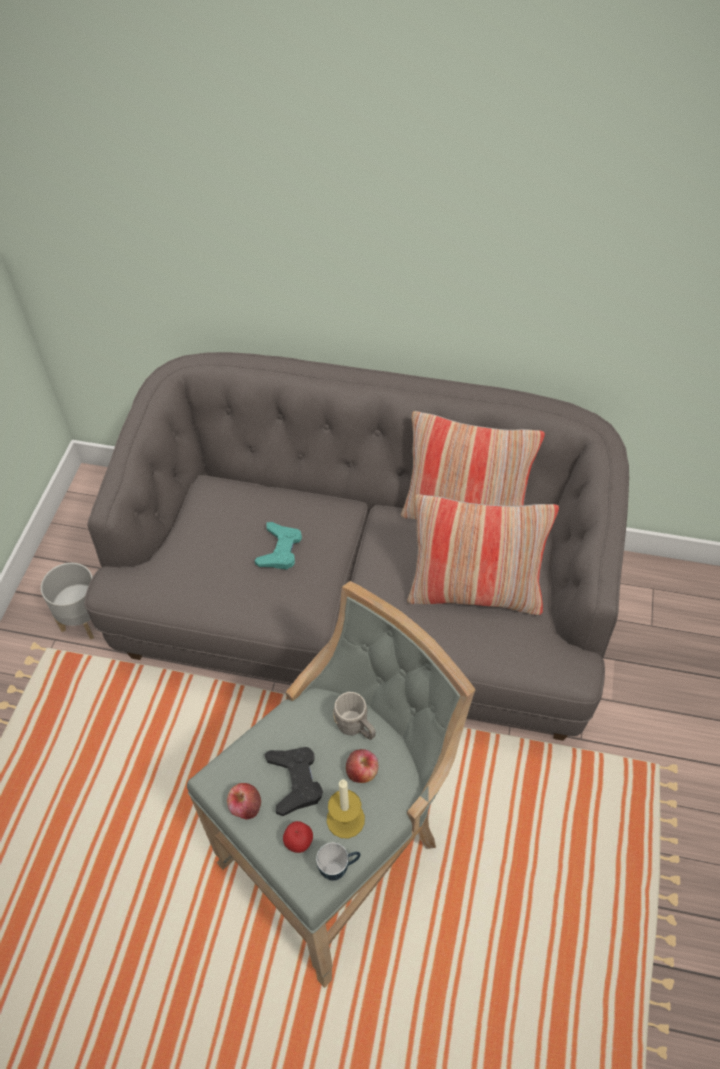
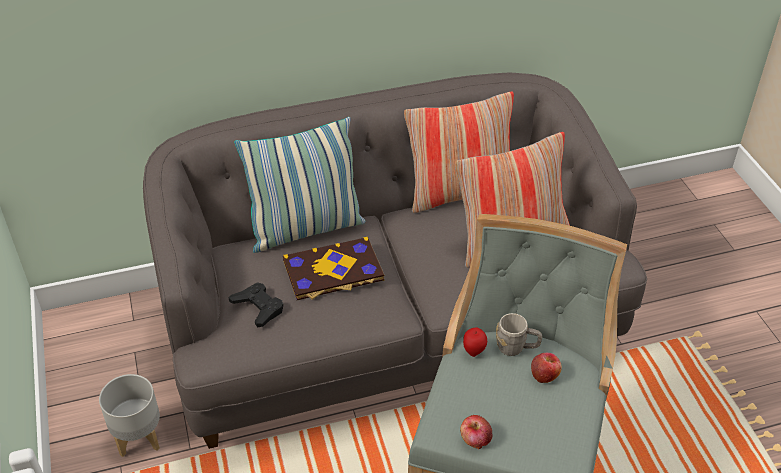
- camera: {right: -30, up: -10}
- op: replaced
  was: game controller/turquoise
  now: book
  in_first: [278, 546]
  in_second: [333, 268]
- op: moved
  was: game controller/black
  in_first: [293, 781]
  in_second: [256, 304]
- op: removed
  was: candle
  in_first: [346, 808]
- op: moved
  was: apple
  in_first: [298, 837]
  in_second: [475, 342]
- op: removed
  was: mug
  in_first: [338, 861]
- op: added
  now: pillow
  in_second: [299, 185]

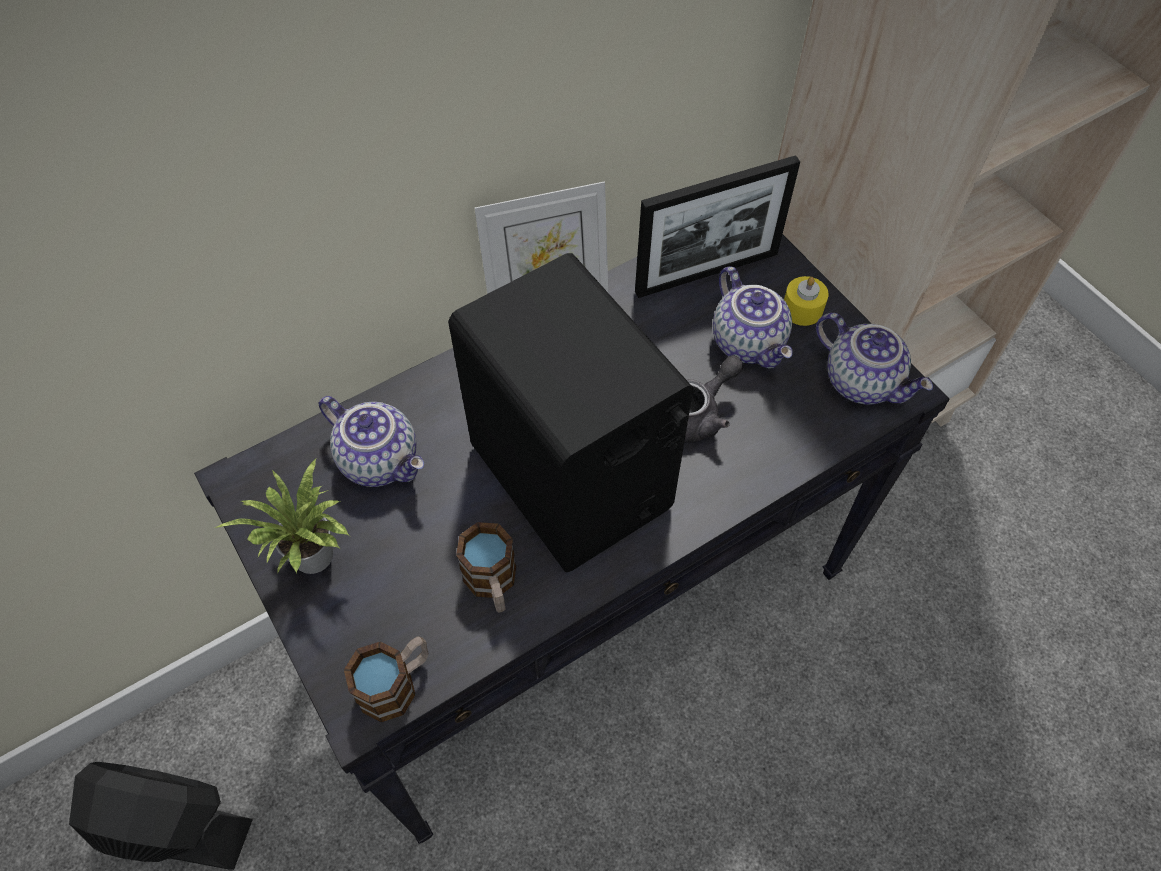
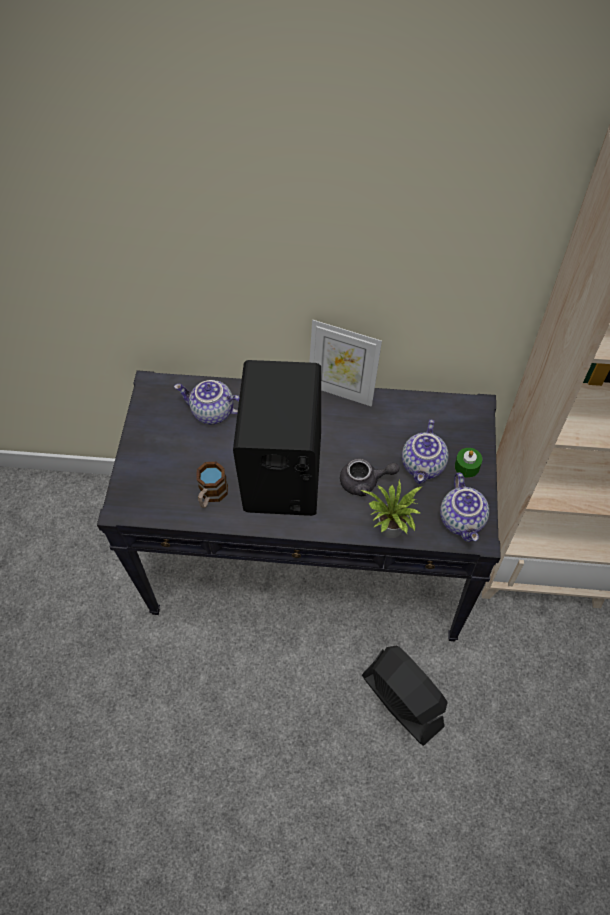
- camera: {right: 40, up: 0}
- op: removed
  was: picture frame
  in_first: [717, 226]
- op: recoloured
  was: candle/yellow
  now: candle/green
  in_first: [806, 301]
  in_second: [468, 463]
- op: turned
  was: teapot
  in_first: [371, 441]
  in_second: [207, 402]
  clockwise: 120
- op: moved
  was: potted plant
  in_first: [282, 516]
  in_second: [391, 508]
- op: removed
  was: mug
  in_first: [386, 679]
- op: moved
  was: fan/black
  in_first: [161, 816]
  in_second: [405, 696]

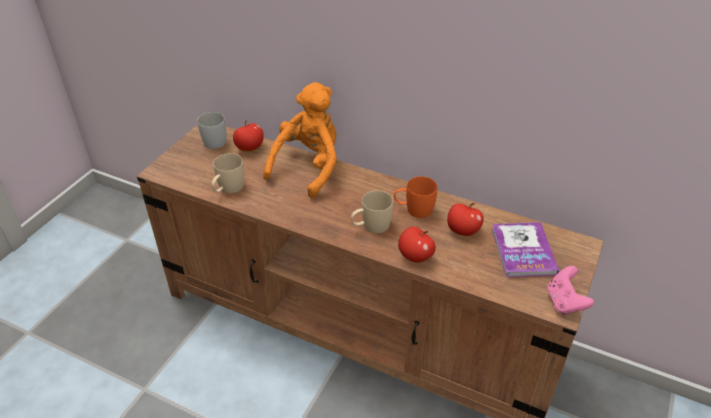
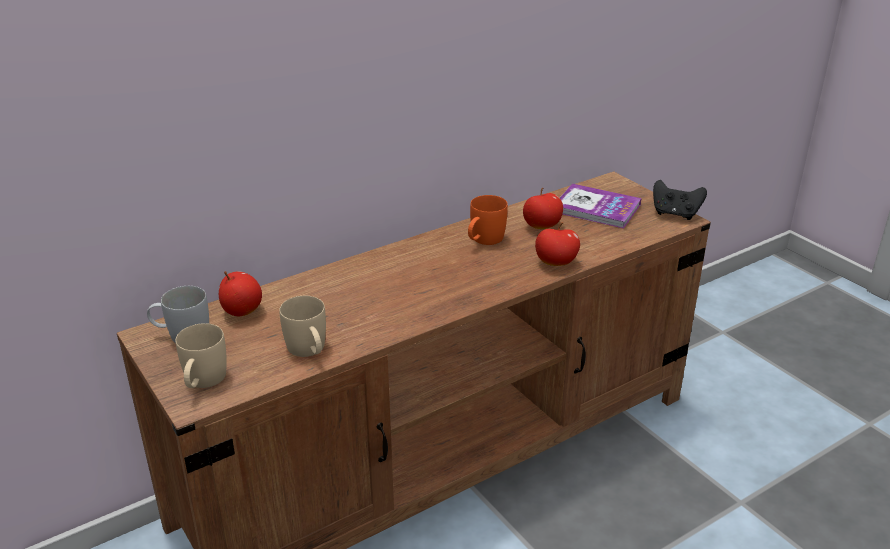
- camera: {right: -60, up: -10}
- op: removed
  was: plush toy/orange
  in_first: [300, 140]
- op: moved
  was: mug/beige
  in_first: [372, 211]
  in_second: [201, 355]
- op: recoloured
  was: game controller/pink
  now: game controller/black
  in_first: [570, 290]
  in_second: [680, 200]

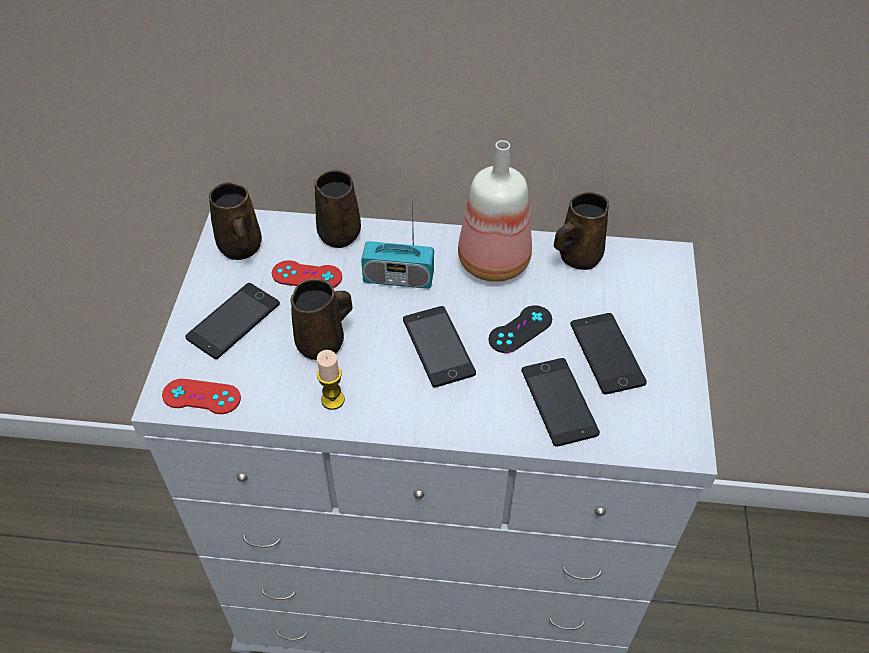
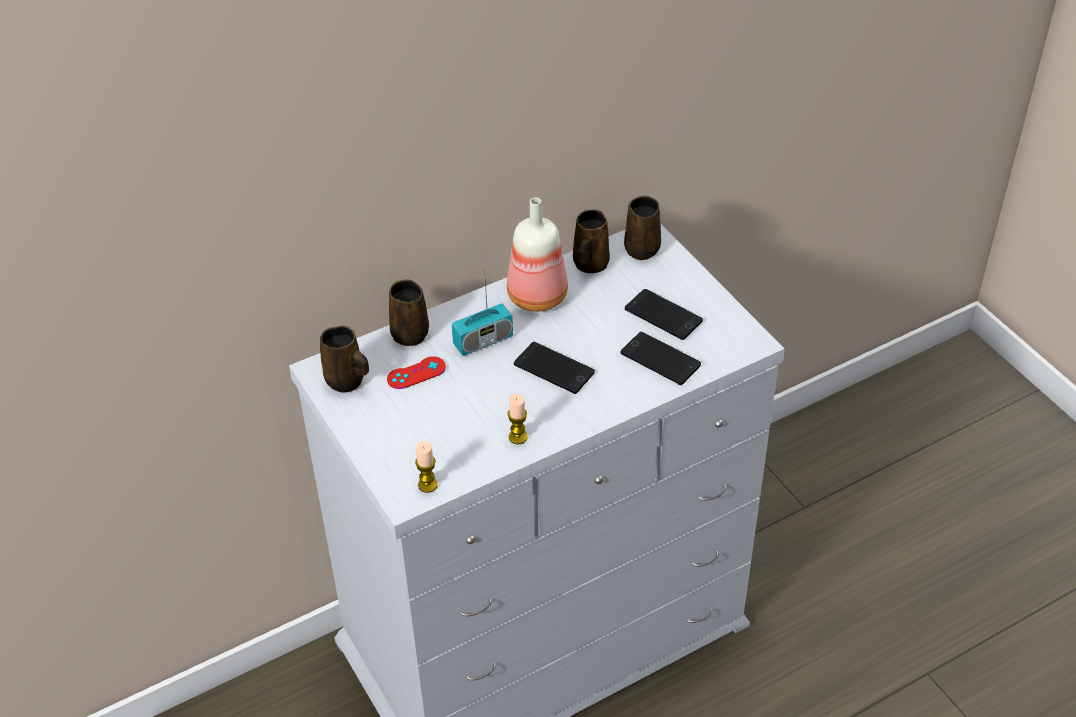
- camera: {right: -35, up: -5}
- op: moved
  was: mug/brown
  in_first: [321, 319]
  in_second: [642, 228]
- op: removed
  was: phone
  in_first: [232, 321]
- op: removed
  was: game controller/black
  in_first: [520, 329]
- op: replaced
  was: game controller/red
  now: candle
  in_first: [201, 396]
  in_second: [426, 467]

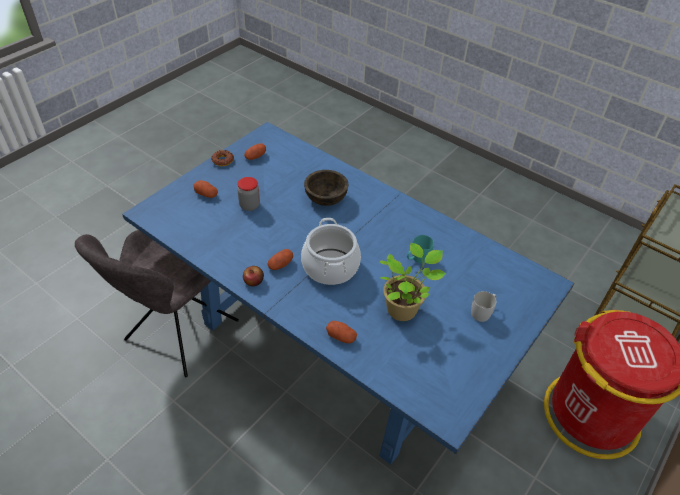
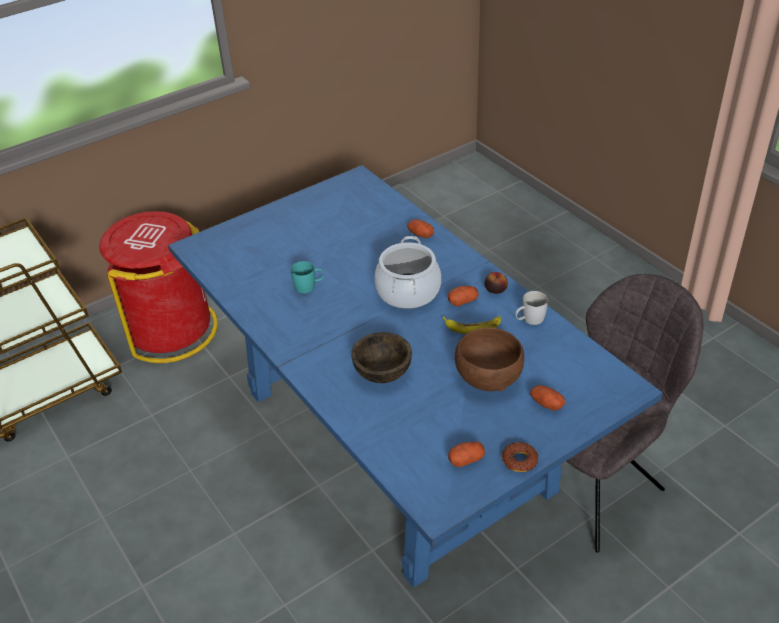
- camera: {right: -160, up: -5}
- op: replaced
  was: jar
  now: bowl/brown
  in_first: [248, 194]
  in_second: [489, 359]
- op: removed
  was: potted plant
  in_first: [413, 282]
- op: moved
  was: mug/white
  in_first: [484, 306]
  in_second: [531, 308]
- op: added
  now: banana
  in_second: [471, 325]

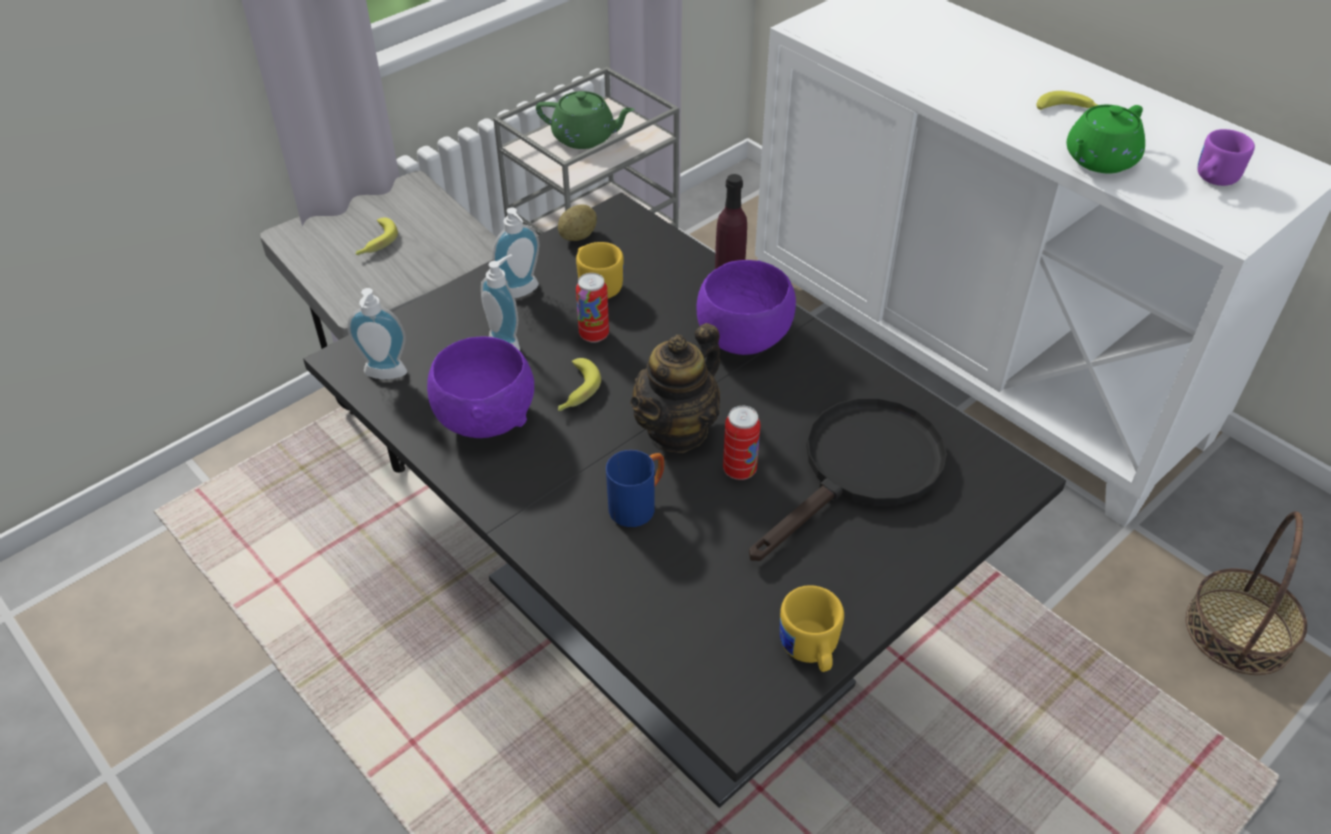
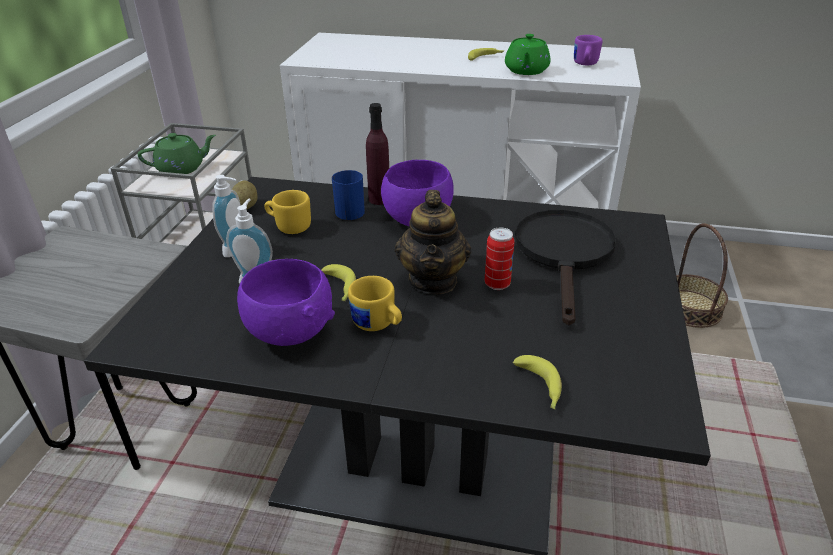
- camera: {right: -35, up: -10}
- op: moved
  was: banana
  in_first: [377, 236]
  in_second: [537, 382]
- op: removed
  was: can
  in_first: [592, 308]
- op: removed
  was: soap dispenser
  in_first: [377, 333]
- op: moved
  was: mug/blue
  in_first: [635, 488]
  in_second: [348, 195]
- op: moved
  was: mug/yellow
  in_first: [812, 628]
  in_second: [375, 303]

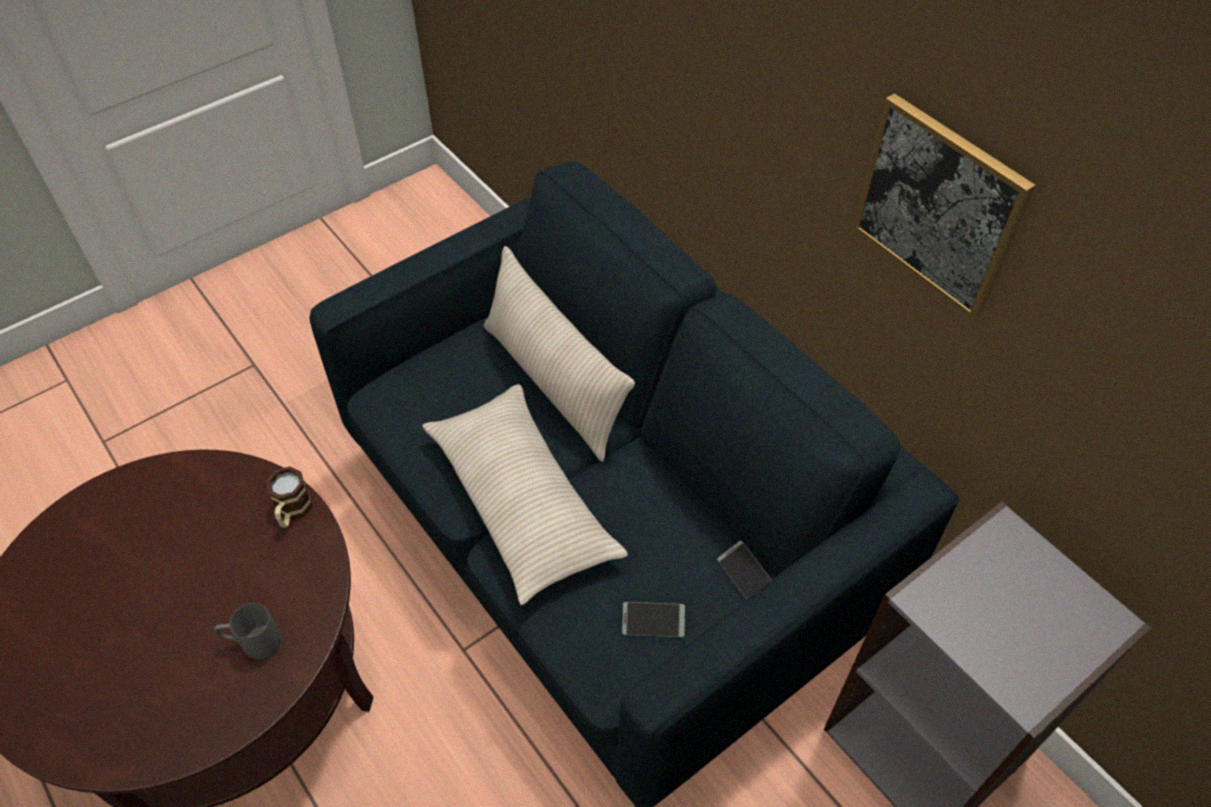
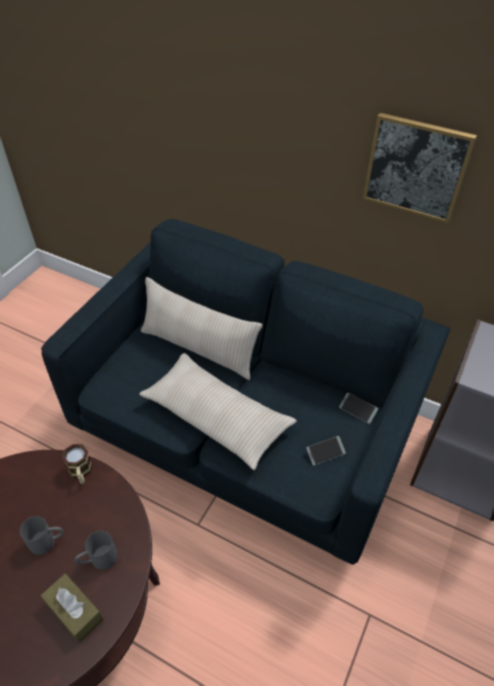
- camera: {right: -25, up: -5}
- op: added
  now: mug/grey
  in_second: [42, 535]
- op: added
  now: tissue box/brown
  in_second: [72, 608]

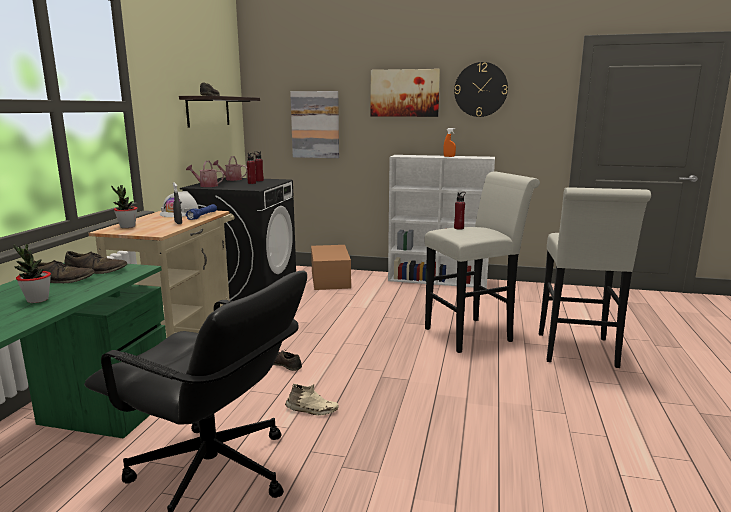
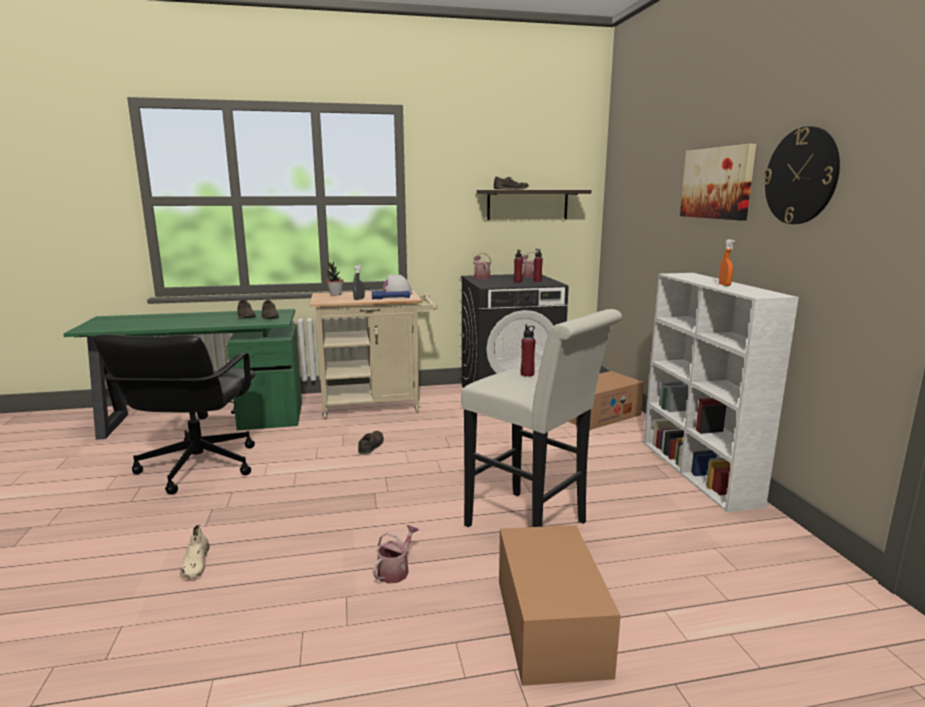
- camera: {right: 65, up: 0}
- op: removed
  was: picture
  in_first: [314, 124]
- op: replaced
  was: stool/white
  now: cardboard box
  in_first: [595, 277]
  in_second: [560, 605]
- op: removed
  was: potted plant
  in_first: [32, 273]
- op: moved
  was: shoe/beige
  in_first: [311, 400]
  in_second: [195, 551]
- op: added
  now: watering can
  in_second: [396, 554]

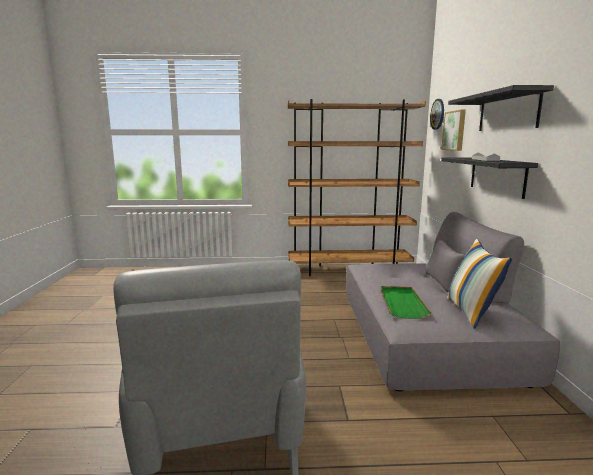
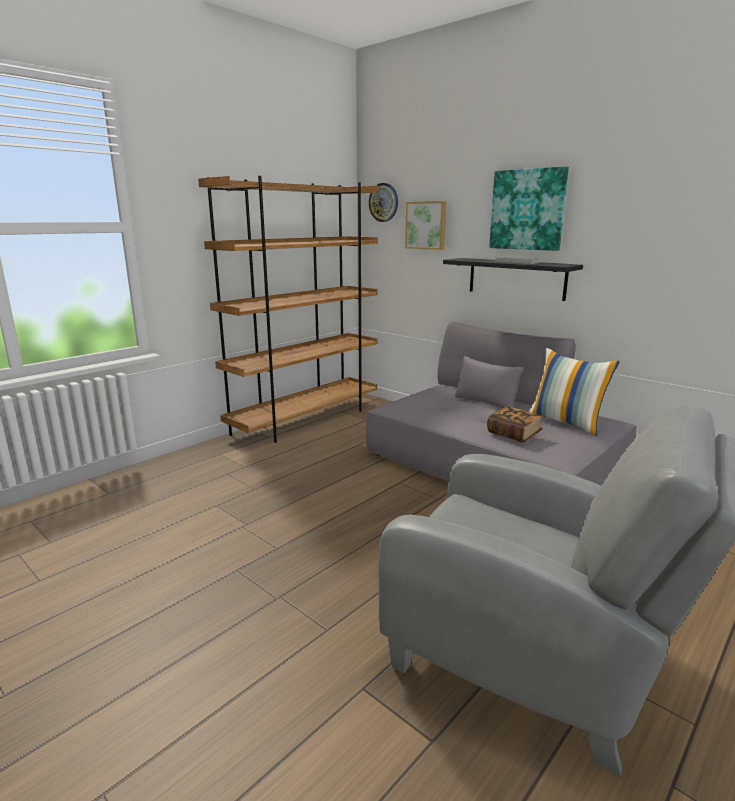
- camera: {right: -45, up: 5}
- op: replaced
  was: shelf/black
  now: picture
  in_first: [501, 108]
  in_second: [529, 208]
- op: replaced
  was: tray/green
  now: book
  in_first: [406, 302]
  in_second: [515, 424]

